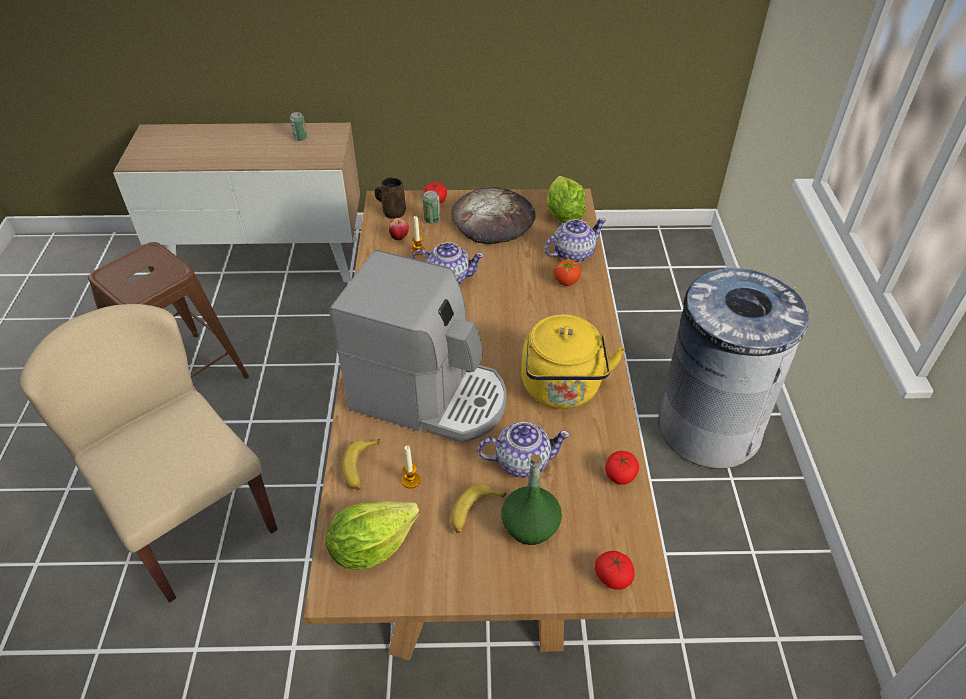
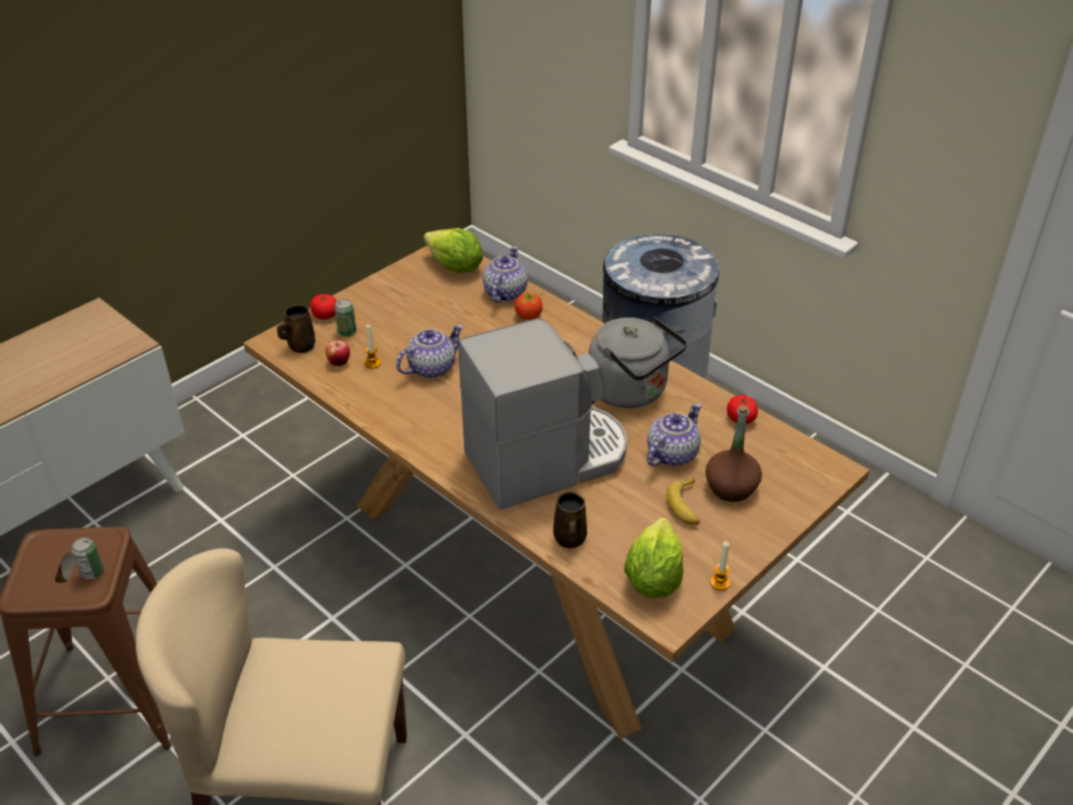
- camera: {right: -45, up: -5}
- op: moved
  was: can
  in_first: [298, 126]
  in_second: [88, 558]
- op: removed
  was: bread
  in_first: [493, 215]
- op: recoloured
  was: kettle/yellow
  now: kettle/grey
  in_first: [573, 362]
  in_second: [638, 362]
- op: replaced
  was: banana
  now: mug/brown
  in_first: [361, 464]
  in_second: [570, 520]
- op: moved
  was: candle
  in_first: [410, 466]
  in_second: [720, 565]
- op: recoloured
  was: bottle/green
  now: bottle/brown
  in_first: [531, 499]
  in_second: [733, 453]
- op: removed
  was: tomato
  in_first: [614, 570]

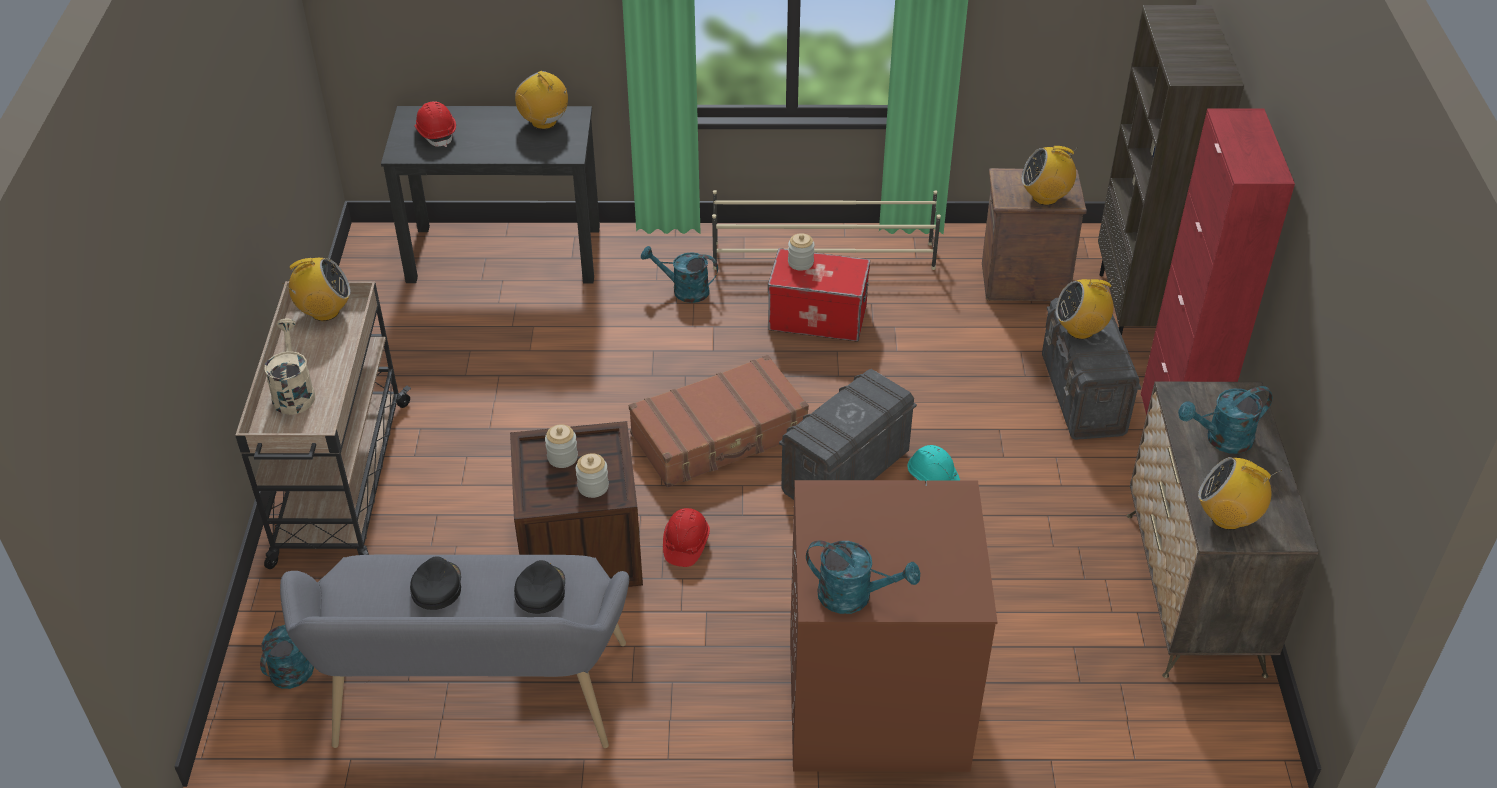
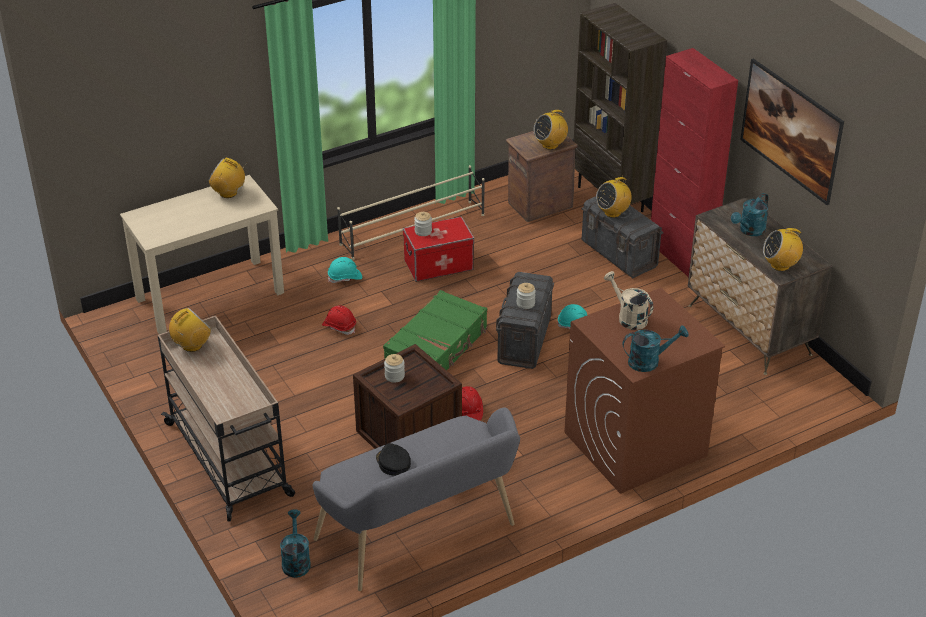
- camera: {right: -30, up: -5}
- op: moved
  was: hard hat/red
  in_first: [435, 124]
  in_second: [339, 320]
- op: recoloured
  was: desk/black
  now: desk/beige
  in_first: [490, 194]
  in_second: [202, 254]
- op: replaced
  was: watering can/turquoise
  now: hard hat/turquoise
  in_first: [679, 274]
  in_second: [345, 270]
- op: moved
  was: watering can/beige
  in_first: [289, 367]
  in_second: [628, 300]
- op: recoloured
  was: suitcase/brown
  now: suitcase/green
  in_first: [719, 421]
  in_second: [435, 330]
- op: moved
  was: jar
  in_first: [592, 475]
  in_second: [526, 296]
- op: removed
  was: cap/black
  in_first: [539, 587]
- op: added
  now: picture
  in_second: [792, 131]

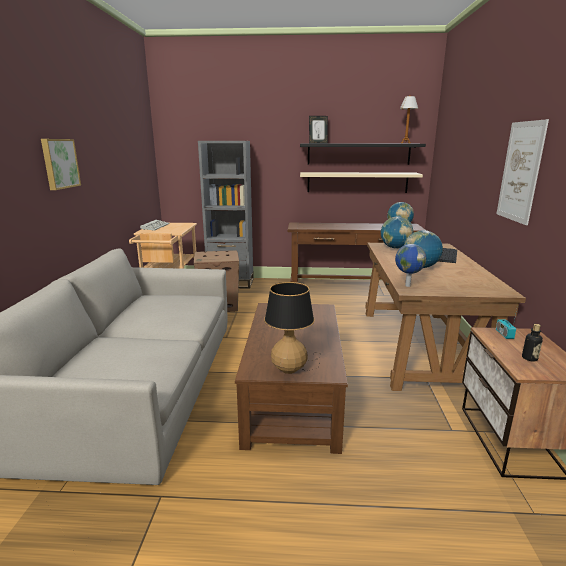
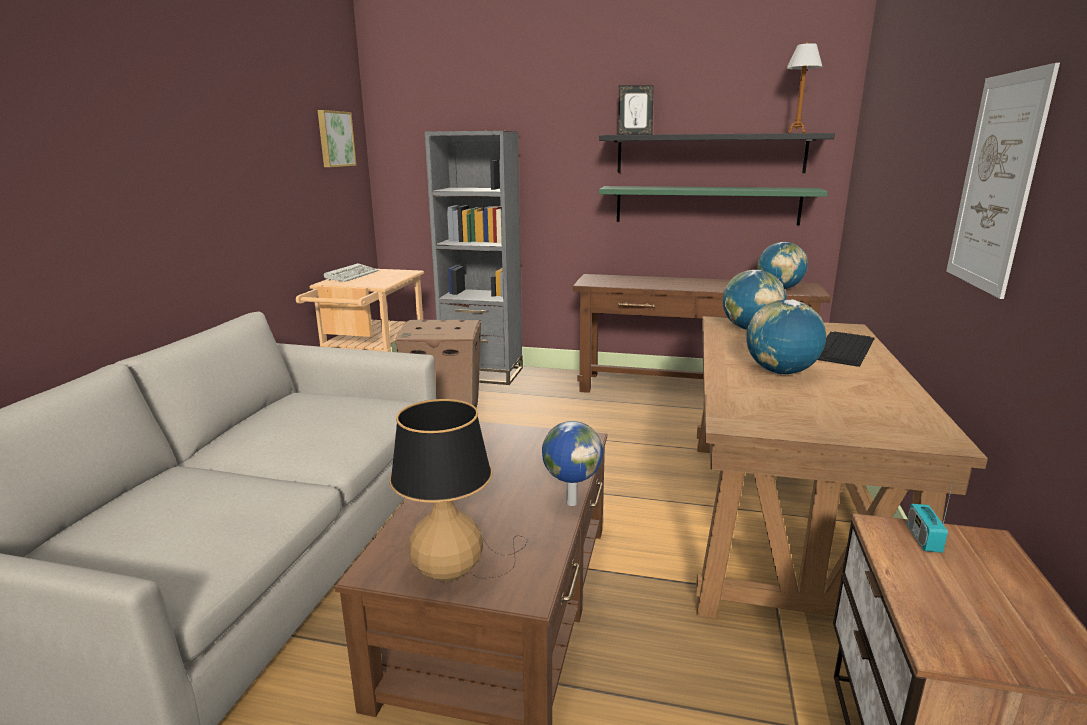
- camera: {right: 10, up: 0}
- op: moved
  was: picture
  in_first: [61, 164]
  in_second: [337, 138]
- op: recoloured
  was: shelf/beige
  now: shelf/green
  in_first: [361, 182]
  in_second: [713, 205]
- op: moved
  was: globe
  in_first: [410, 265]
  in_second: [572, 463]
- op: removed
  was: bottle
  in_first: [532, 343]

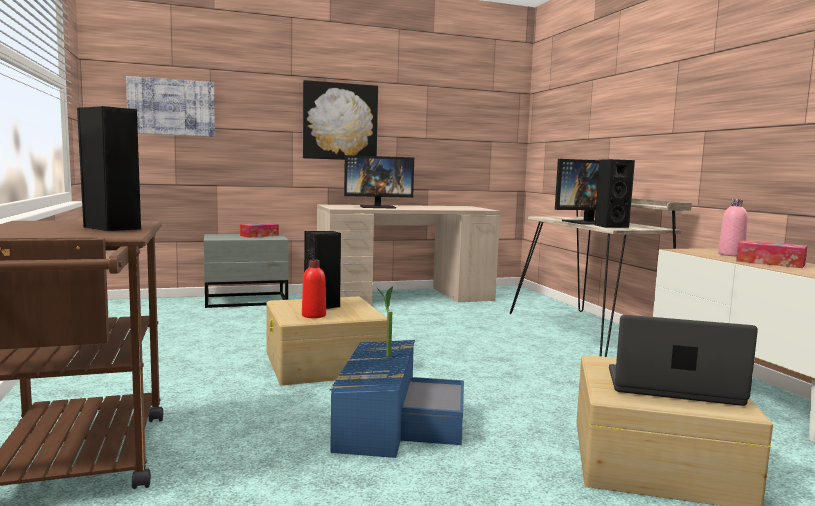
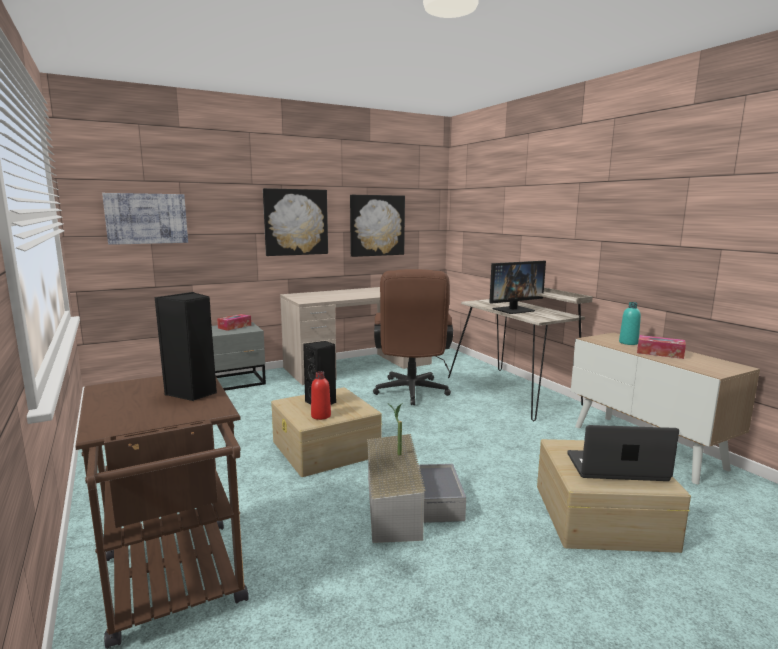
- camera: {right: -10, up: 5}
- op: removed
  was: monitor
  in_first: [379, 182]
- op: removed
  was: speaker/black
  in_first: [615, 193]
- op: recoloured
  was: bottle/pink
  now: bottle/turquoise
  in_first: [733, 227]
  in_second: [630, 323]
- op: recoloured
  was: storage box/blue
  now: storage box/grey
  in_first: [397, 399]
  in_second: [416, 488]
- op: added
  now: picture
  in_second: [377, 226]
- op: added
  now: office chair/brown
  in_second: [413, 337]

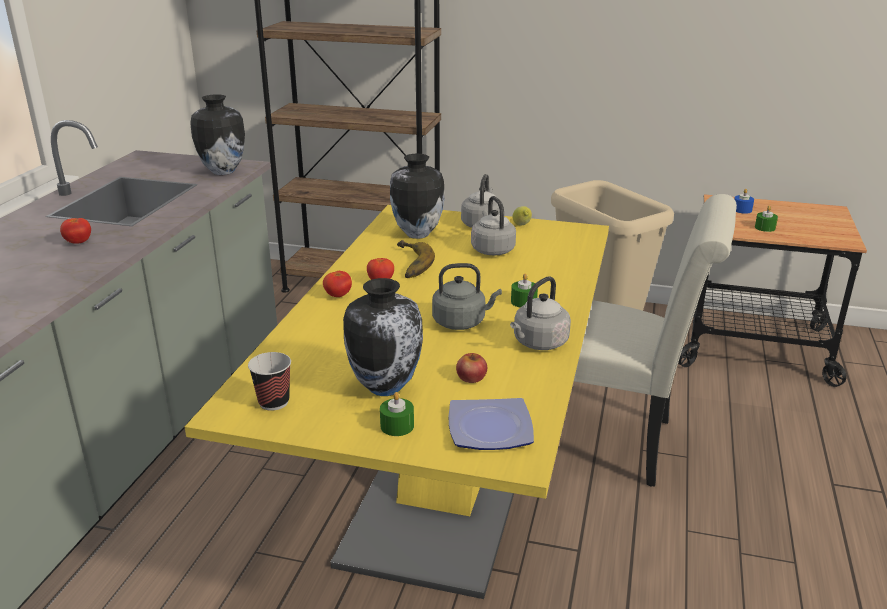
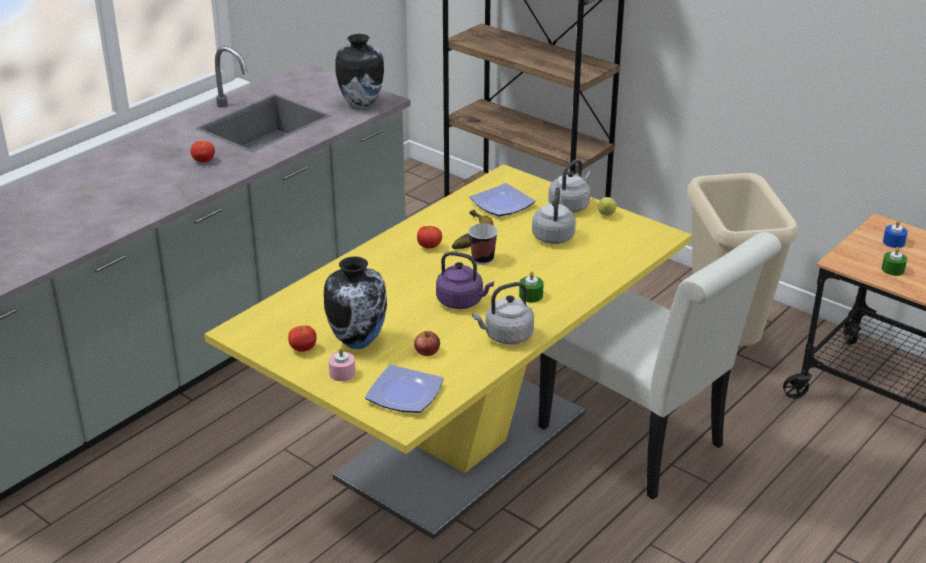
- camera: {right: 25, up: 5}
- op: replaced
  was: vase
  now: plate
  in_first: [417, 196]
  in_second: [502, 199]
- op: recoloured
  was: kettle/grey
  now: kettle/purple
  in_first: [467, 296]
  in_second: [465, 280]
- op: moved
  was: tomato
  in_first: [337, 284]
  in_second: [302, 338]
- op: moved
  was: cup
  in_first: [269, 381]
  in_second: [483, 244]
- op: recoloured
  was: candle/green
  now: candle/pink
  in_first: [397, 414]
  in_second: [341, 364]

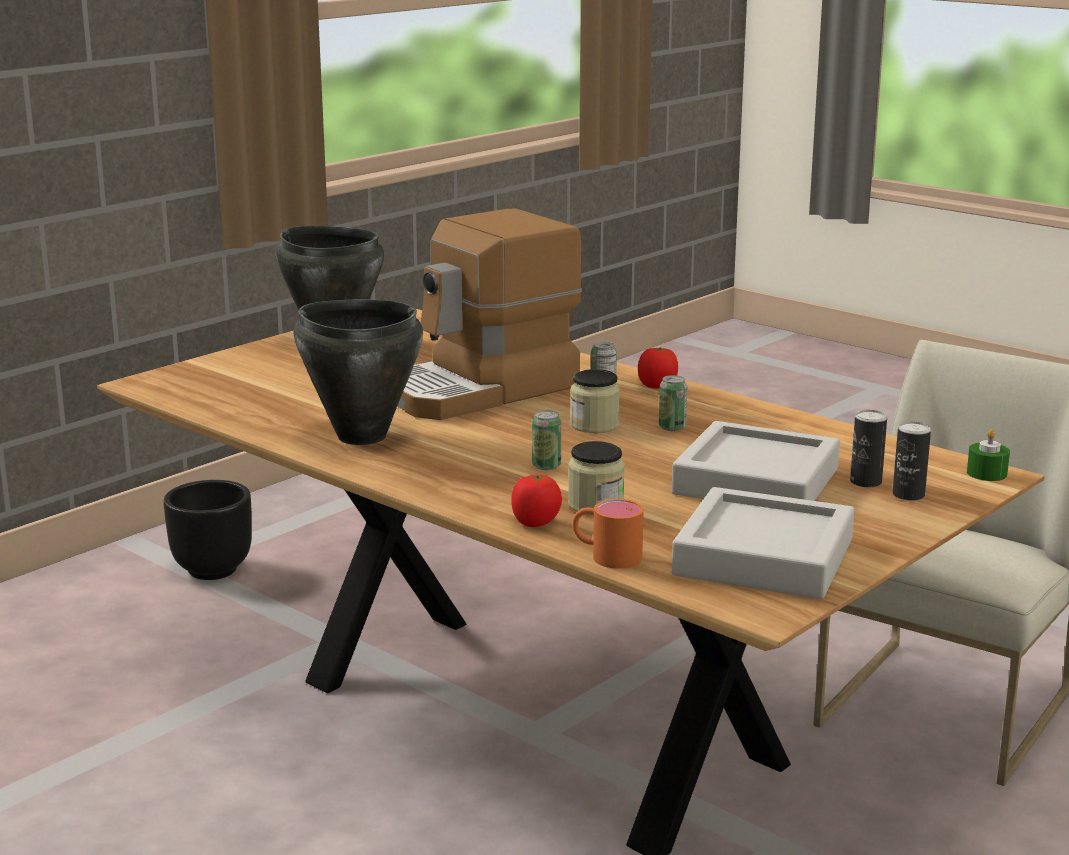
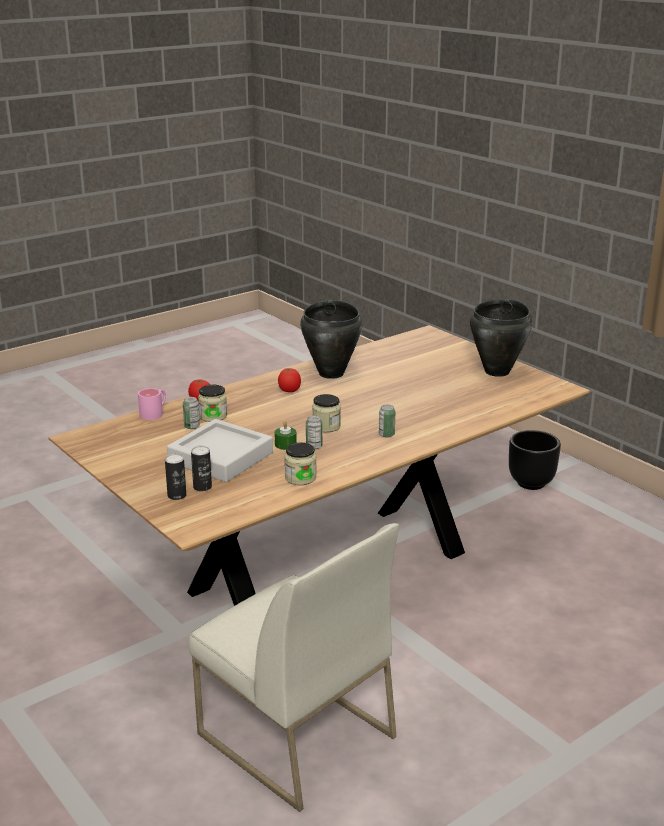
- camera: {right: 100, up: 5}
- op: removed
  was: coffee machine
  in_first: [489, 314]
- op: moved
  was: tomato
  in_first: [658, 368]
  in_second: [289, 380]
- op: moved
  was: can
  in_first: [546, 440]
  in_second: [191, 413]
- op: moved
  was: candle/green
  in_first: [988, 455]
  in_second: [285, 435]
- op: removed
  was: tray/grey
  in_first: [763, 543]
- op: recoloured
  was: mug/orange
  now: mug/pink
  in_first: [608, 534]
  in_second: [152, 404]
- op: added
  now: jar
  in_second: [300, 464]

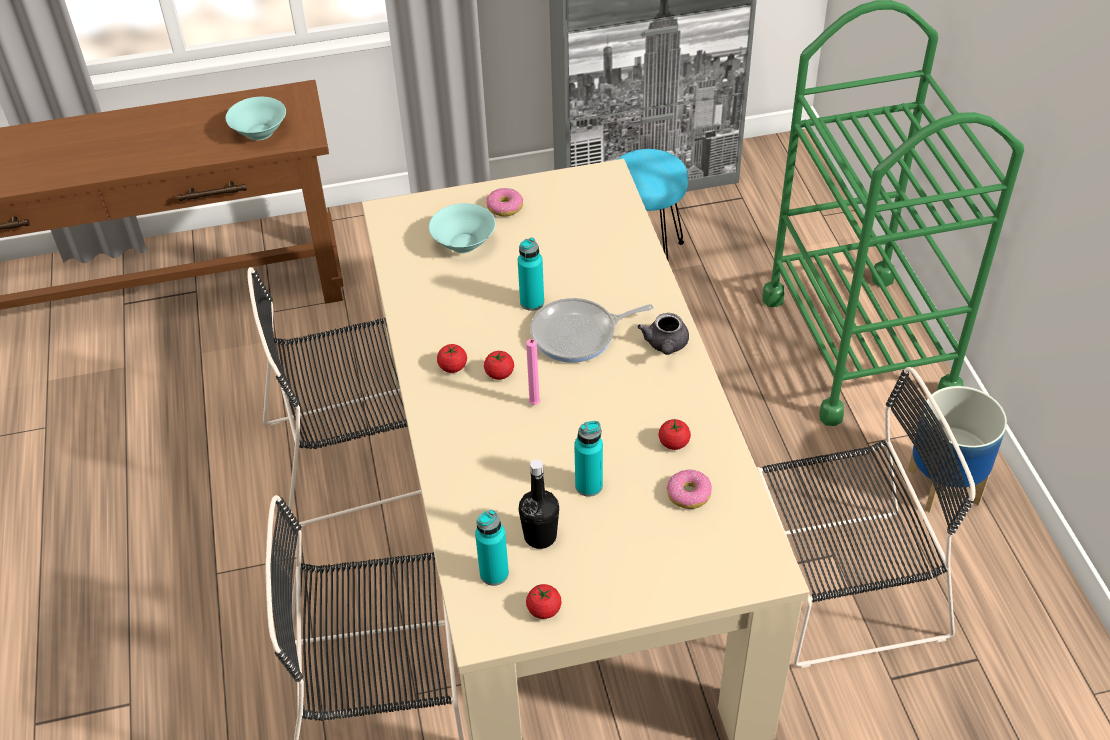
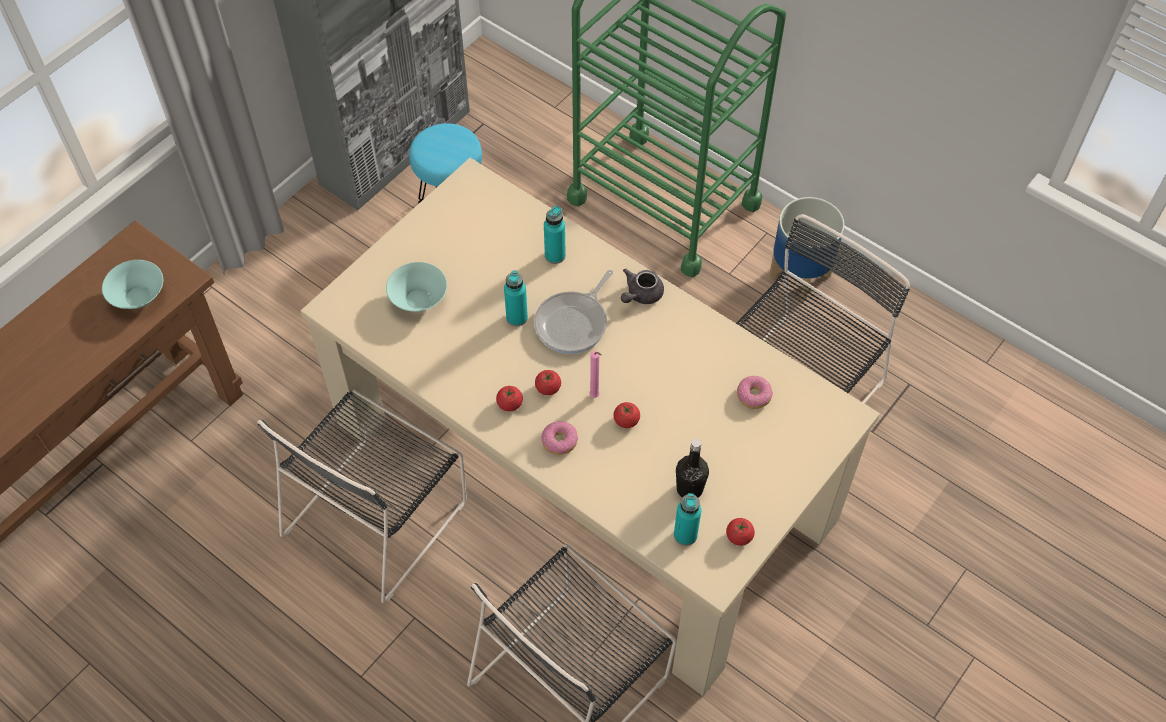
- camera: {right: -40, up: 10}
- op: moved
  was: donut
  in_first: [504, 202]
  in_second: [559, 438]
- op: turned
  was: teapot/grey
  in_first: [663, 334]
  in_second: [642, 286]
  clockwise: 75
- op: moved
  was: tomato
  in_first: [674, 434]
  in_second: [626, 415]
- op: moved
  was: bottle/turquoise
  in_first: [588, 459]
  in_second: [555, 235]

